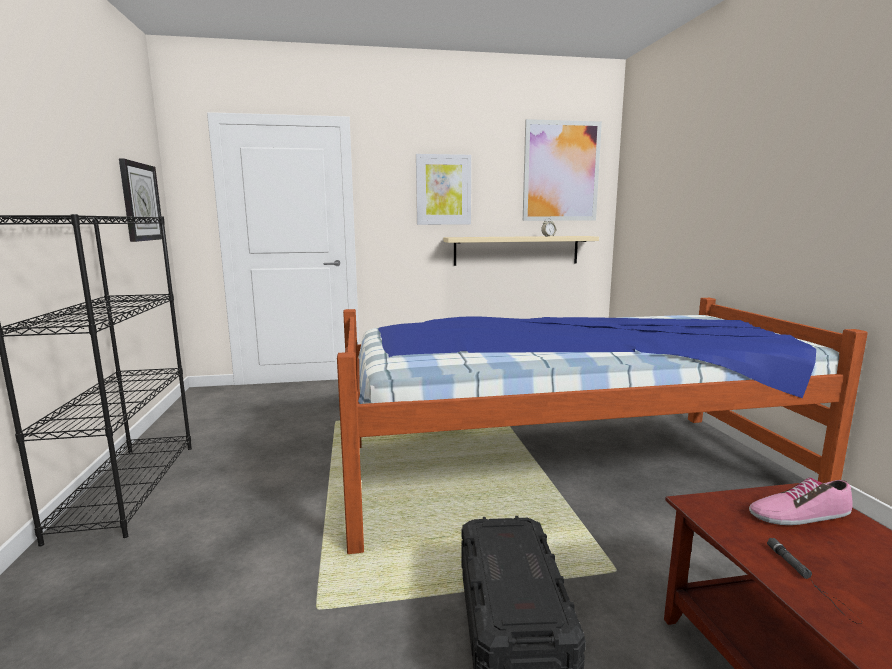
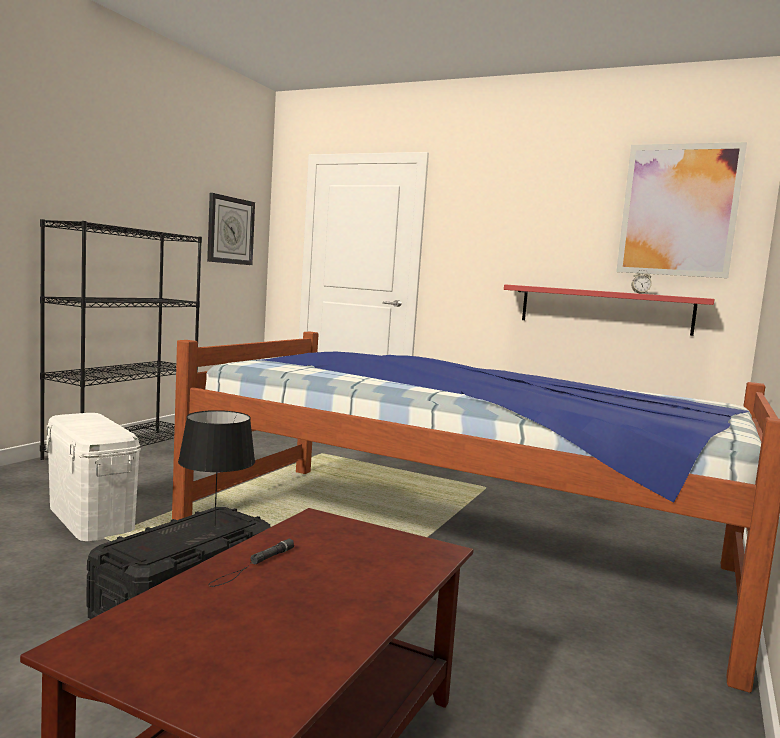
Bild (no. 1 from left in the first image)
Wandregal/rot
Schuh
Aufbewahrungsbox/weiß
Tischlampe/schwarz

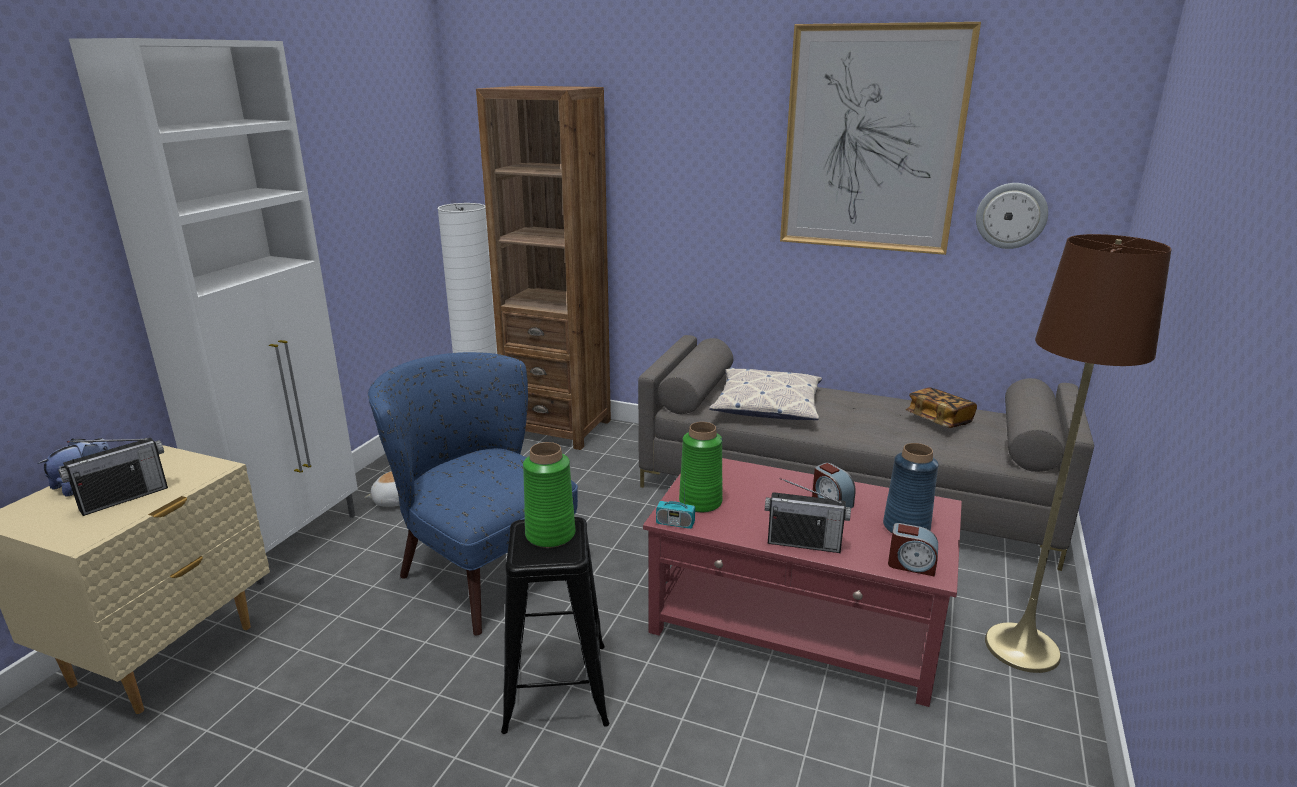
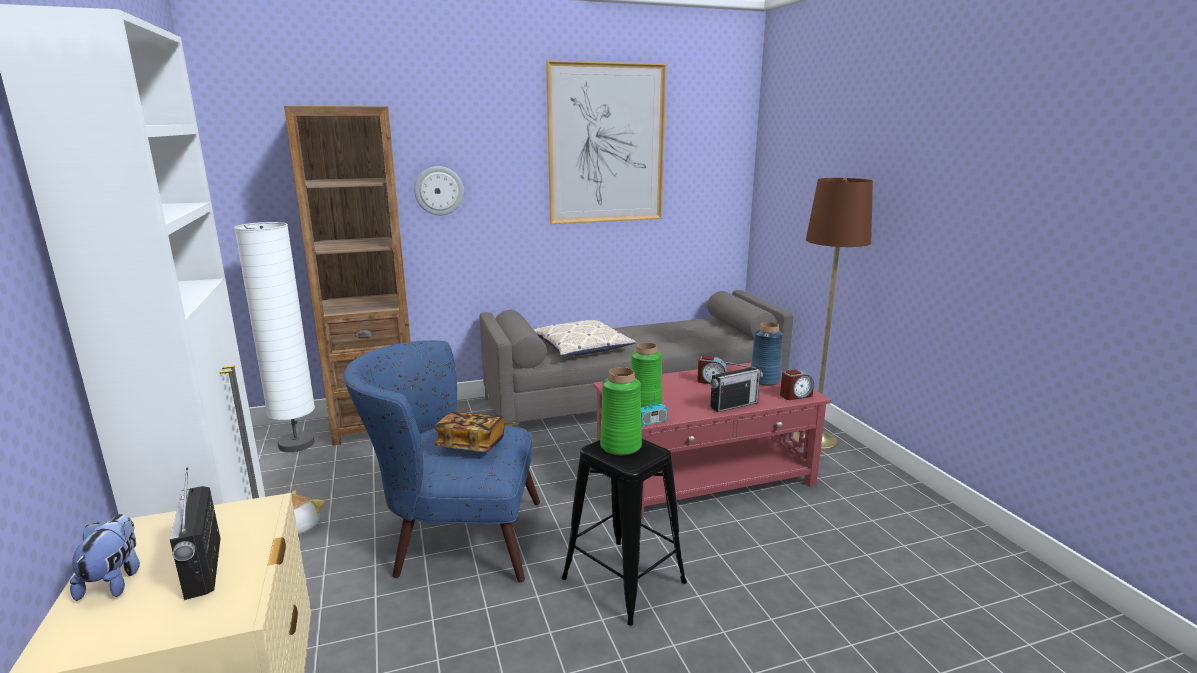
Radio (no. 1 from left)
Buch
Wanduhr

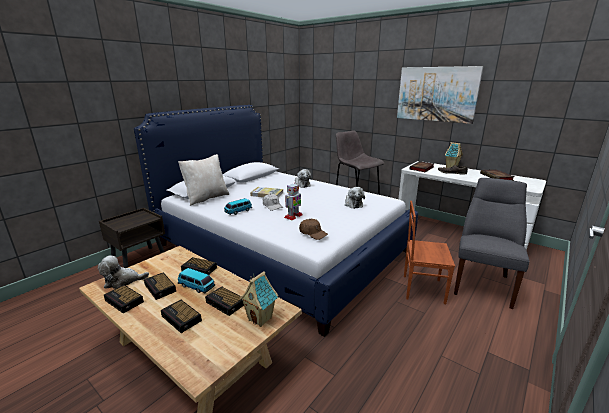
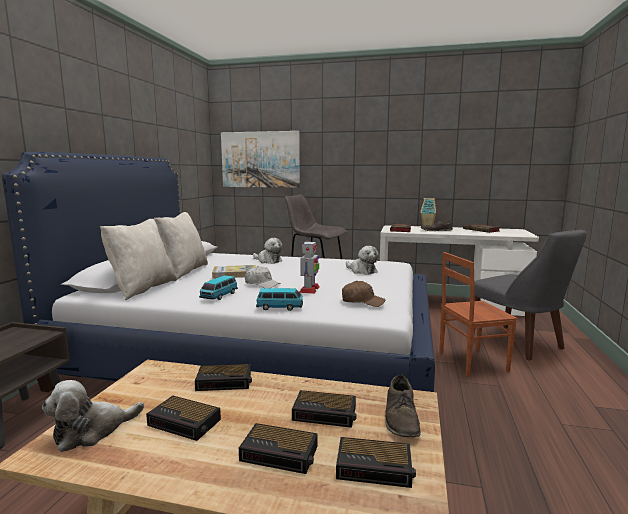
Wecker (no. 5 from left)
Spielzeugauto (no. 2 from left)
Schuh/braun (no. 1 from left)
Bild
Stuhl/grau
Kissen/beige (no. 2 from left)

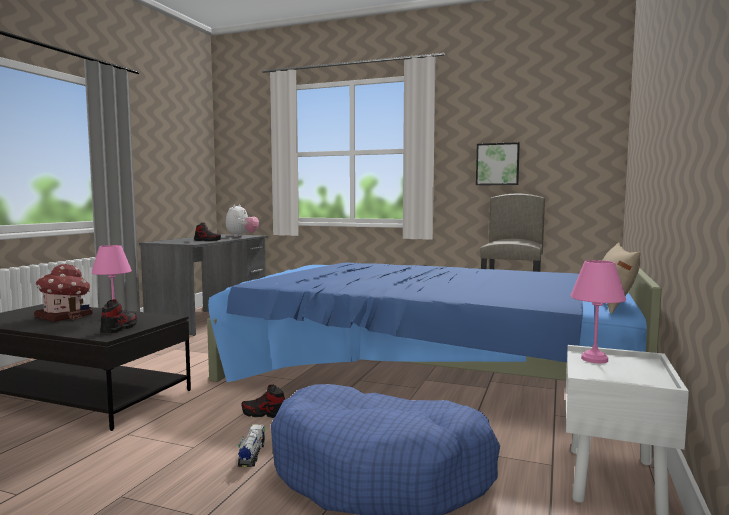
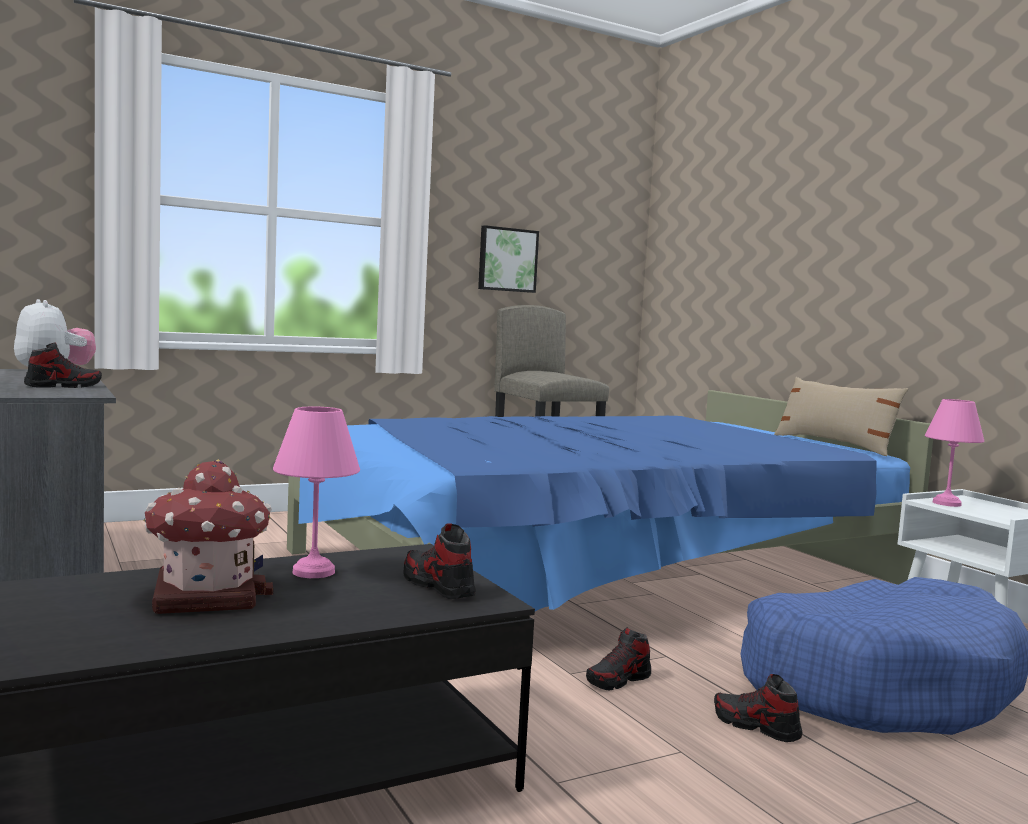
Schuh (no. 4 from left)

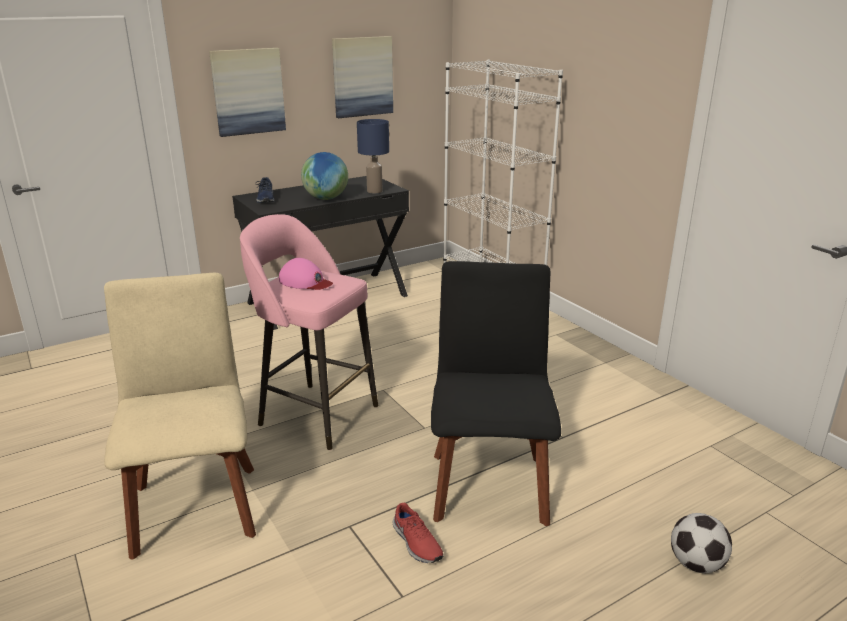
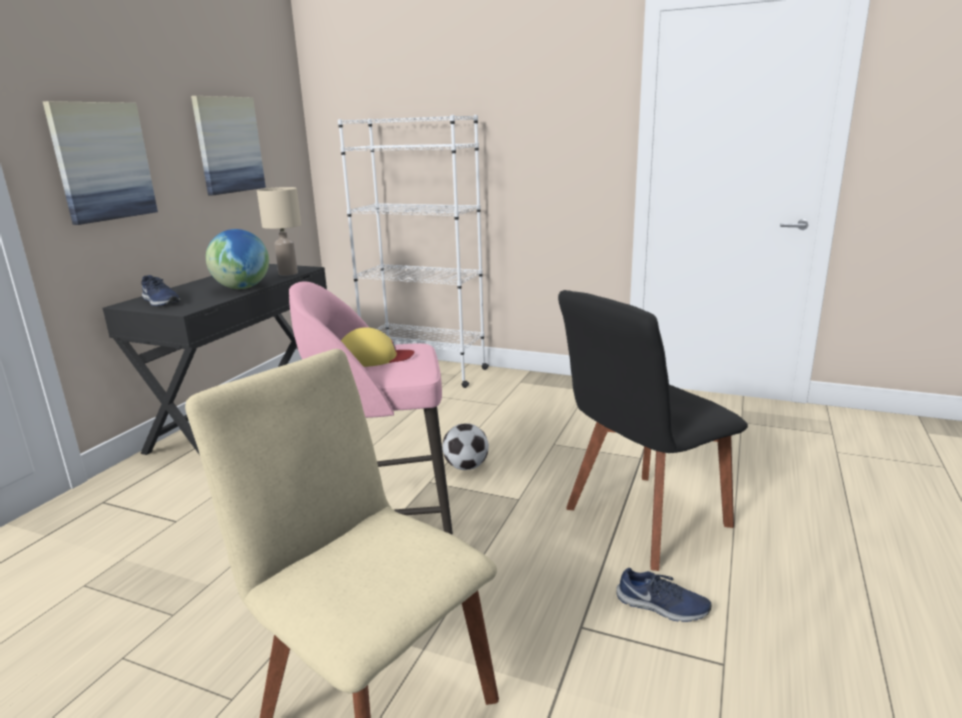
Kappe/gelb
Tischlampe/beige
Schuh/blau (no. 2 from left)
Stuhl/schwarz
Fußball

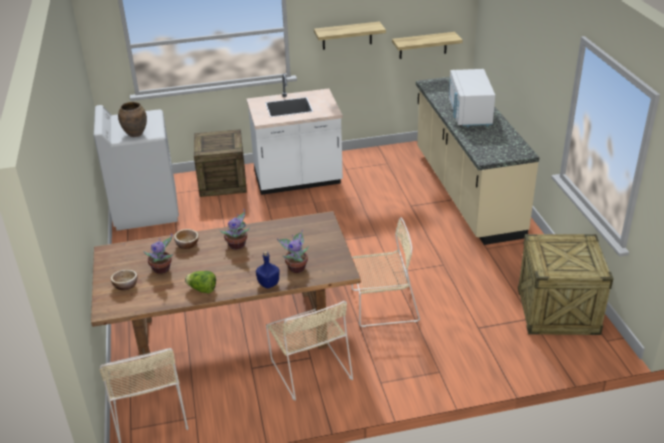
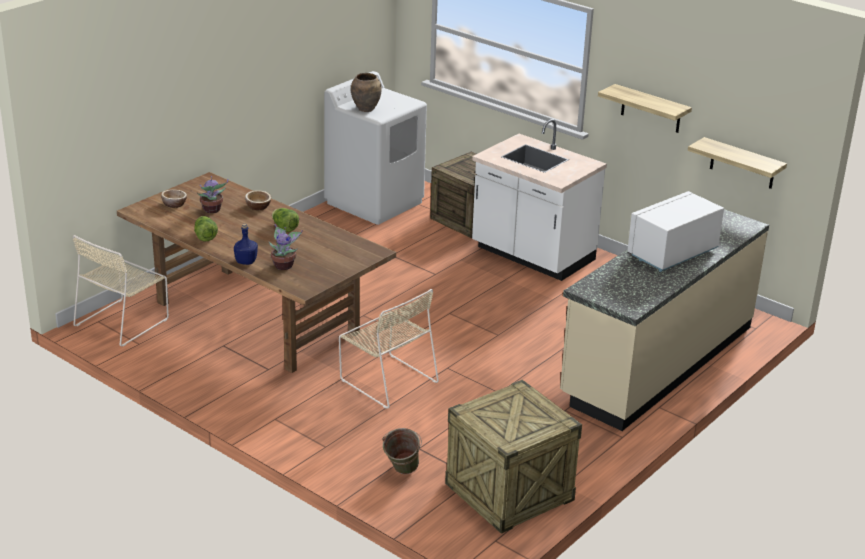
Salatkopf (no. 2 from left)
Stuhl/beige (no. 2 from left in the first image)
Eimer/grün

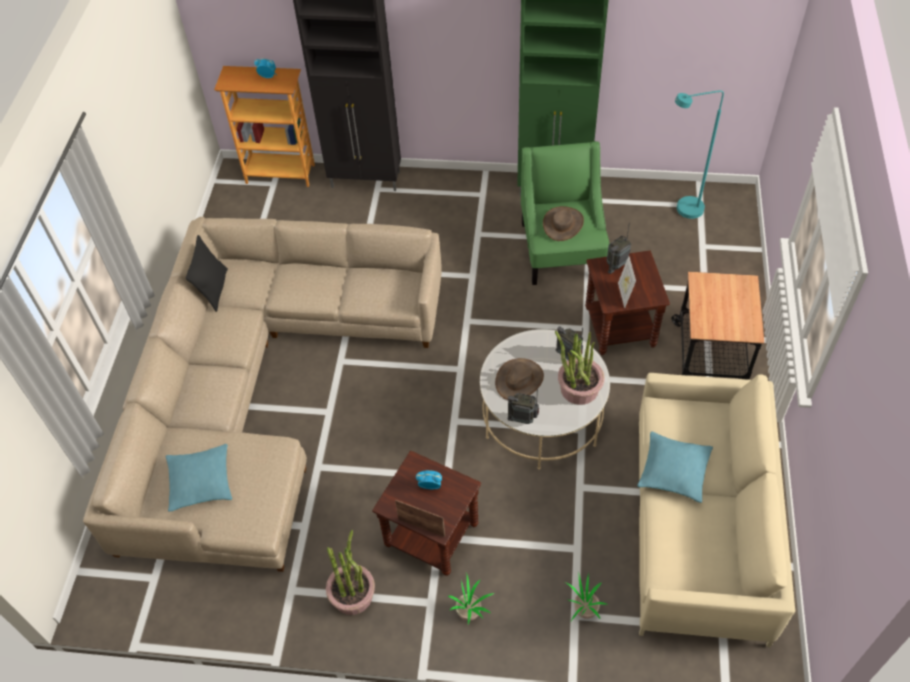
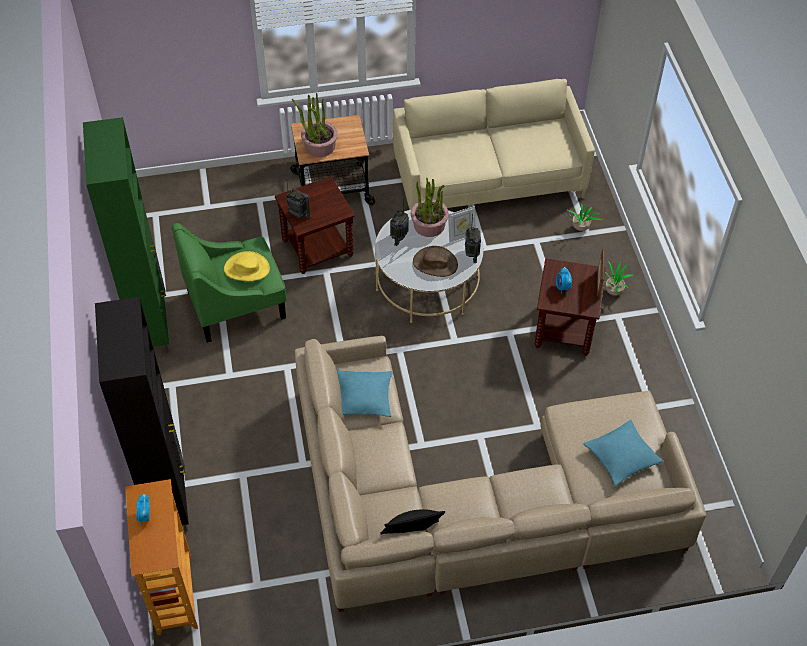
Topfpflanze (no. 1 from left)
Hut/gelb
Bilderrahmen (no. 1 from left)
Kissen/türkis (no. 1 from left)
Stehlampe/türkis

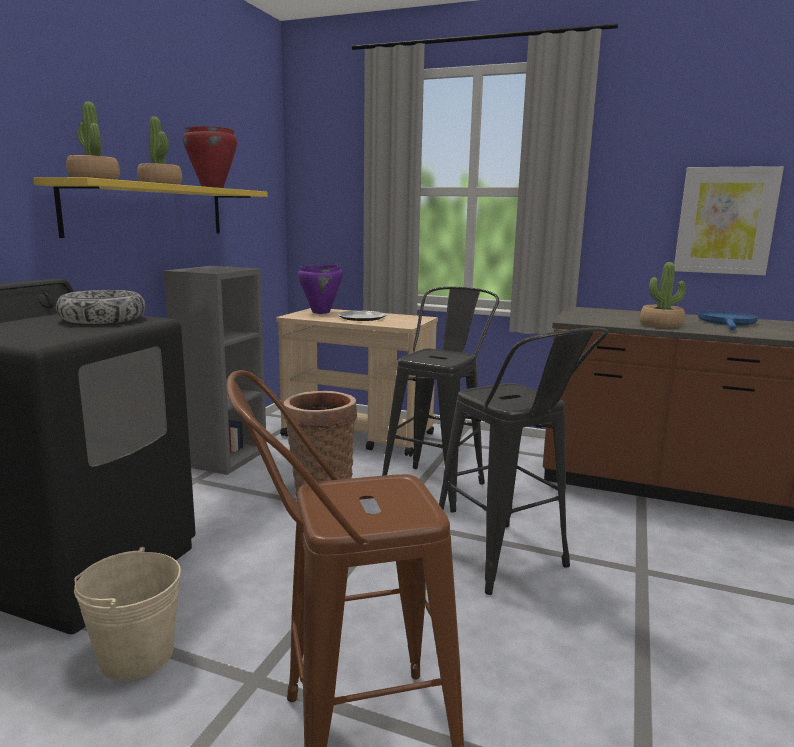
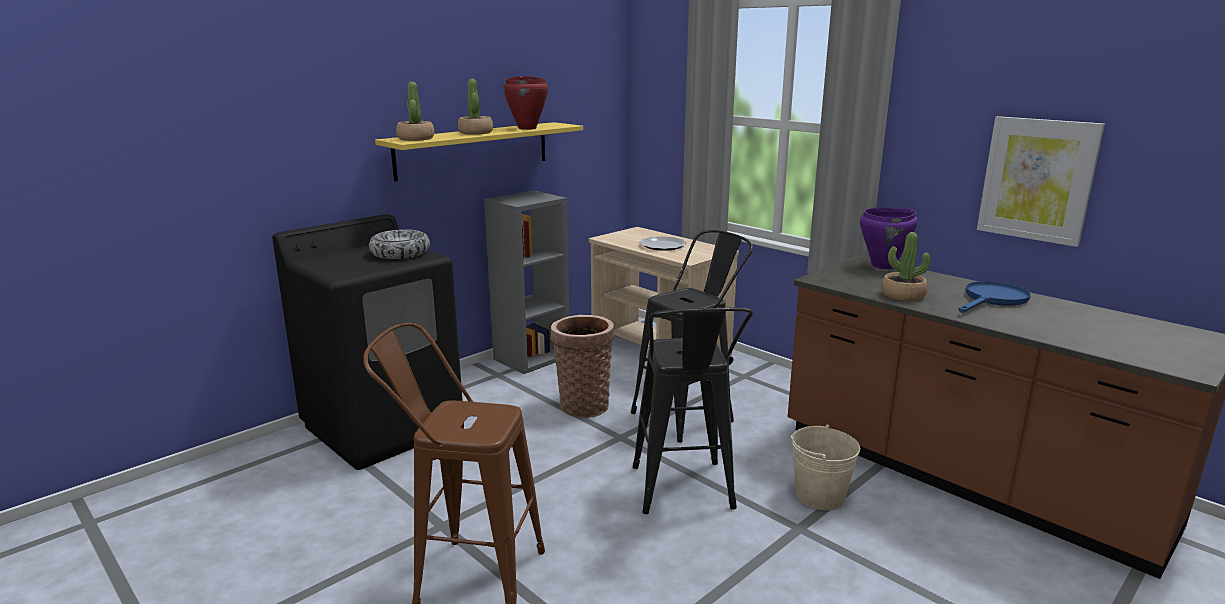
Eimer/beige
Kochtopf/lila

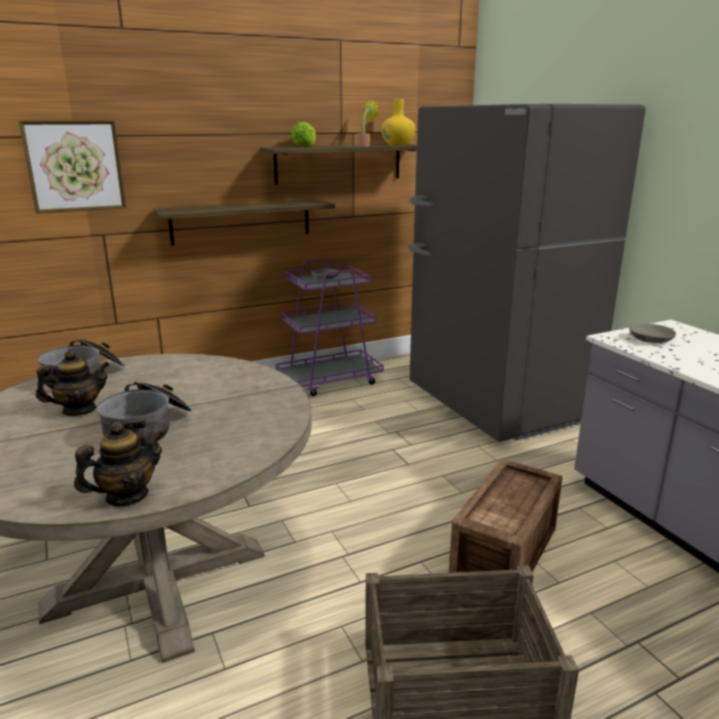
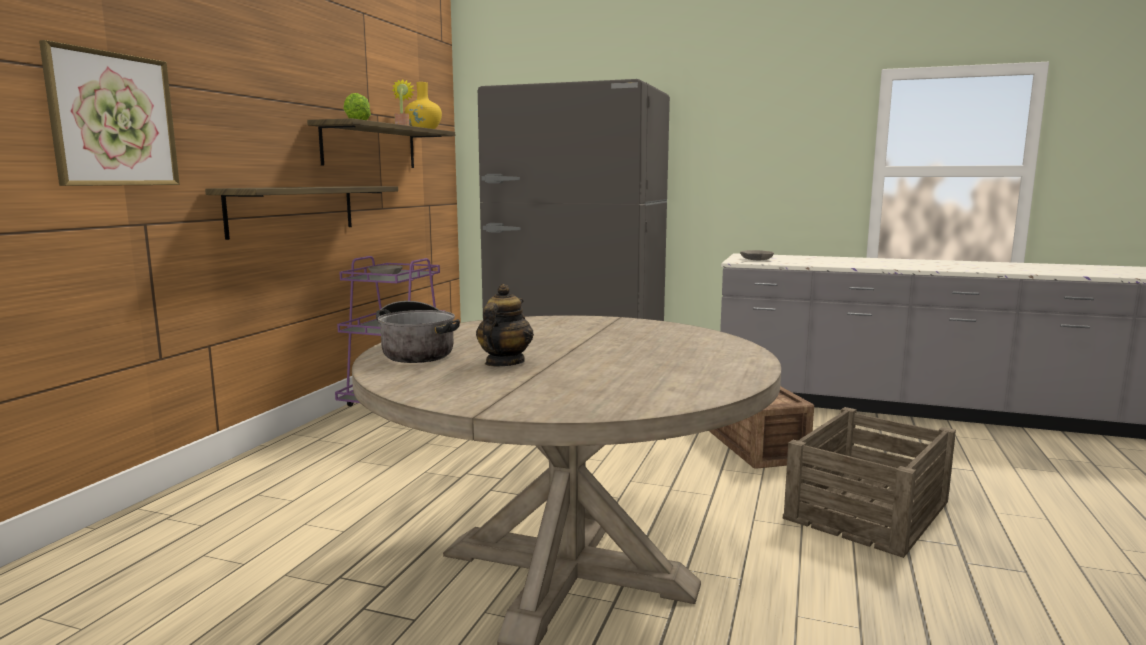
Teekanne (no. 2 from left in the first image)
Kochtopf (no. 2 from left in the first image)

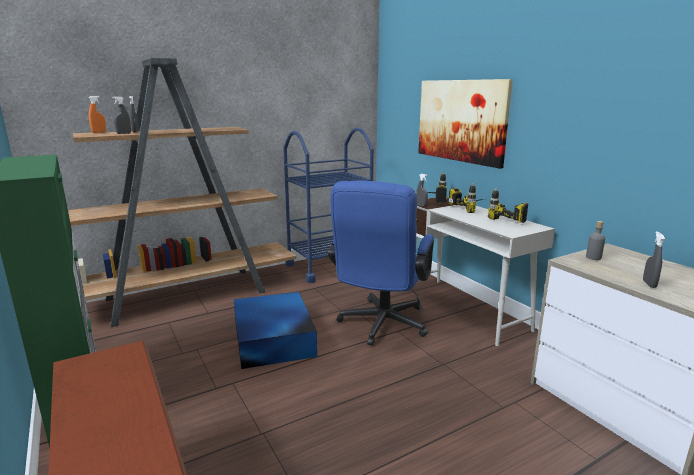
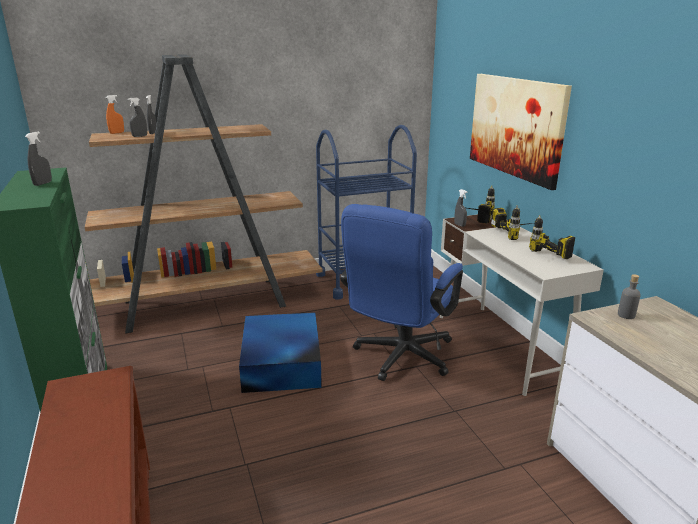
Sprühflasche/grau (no. 1 from left)

